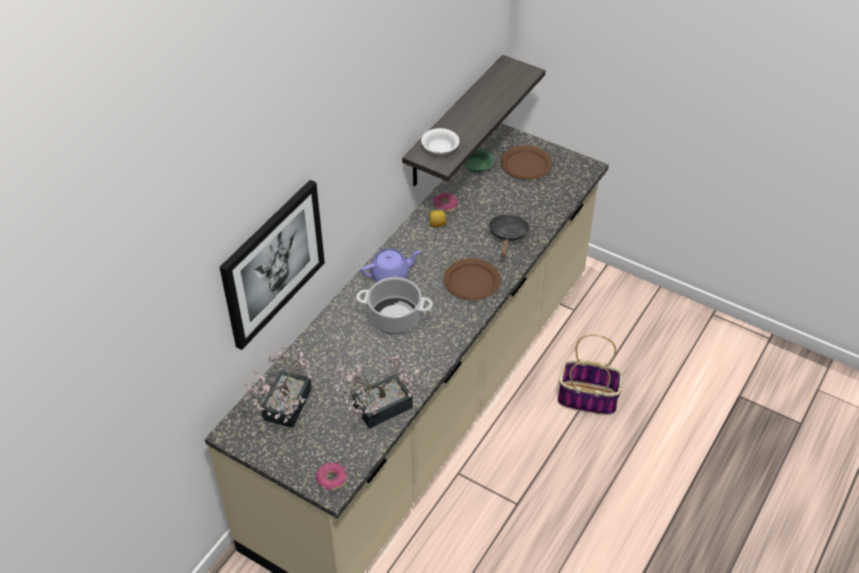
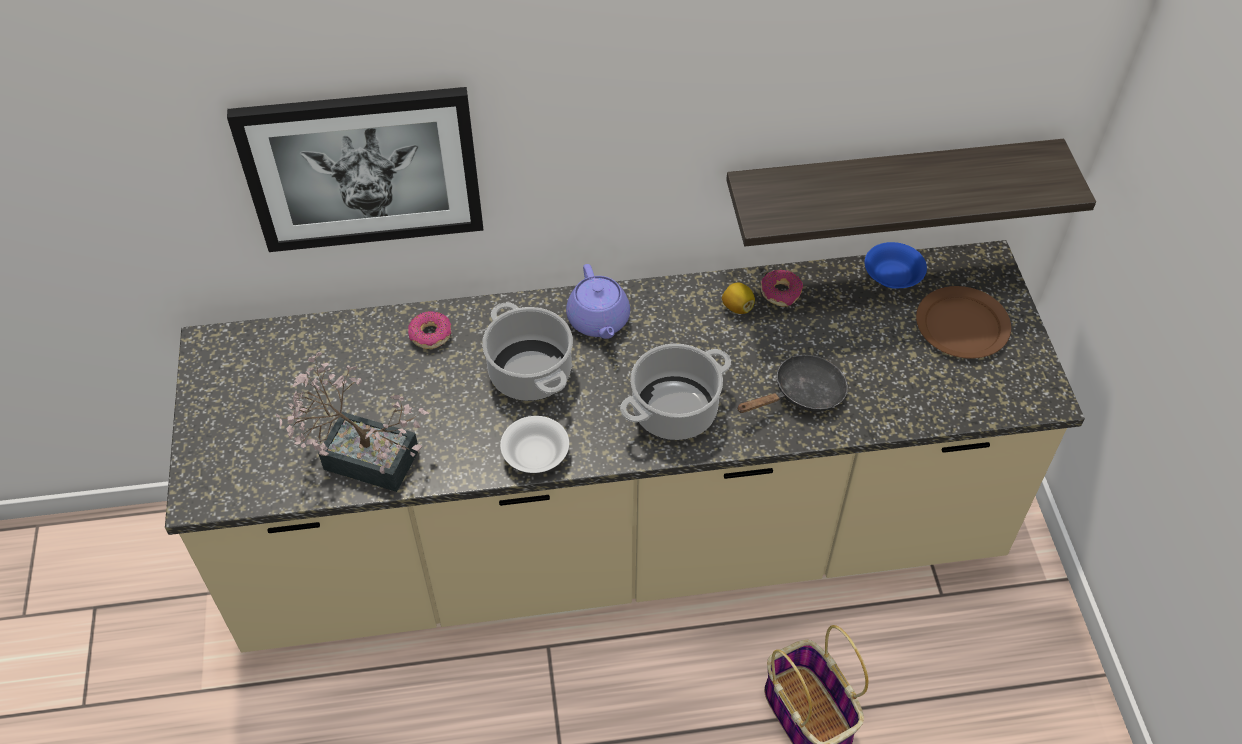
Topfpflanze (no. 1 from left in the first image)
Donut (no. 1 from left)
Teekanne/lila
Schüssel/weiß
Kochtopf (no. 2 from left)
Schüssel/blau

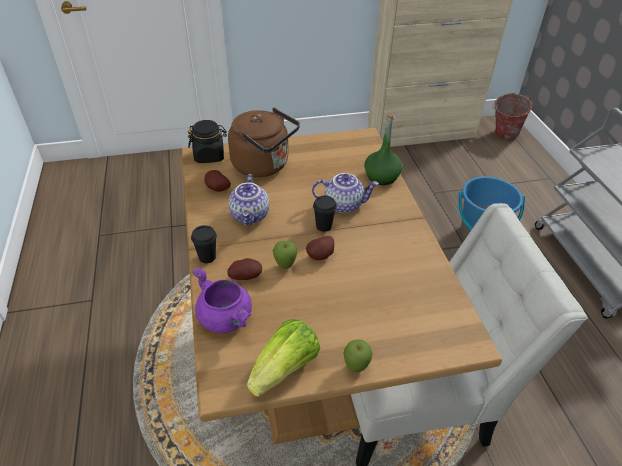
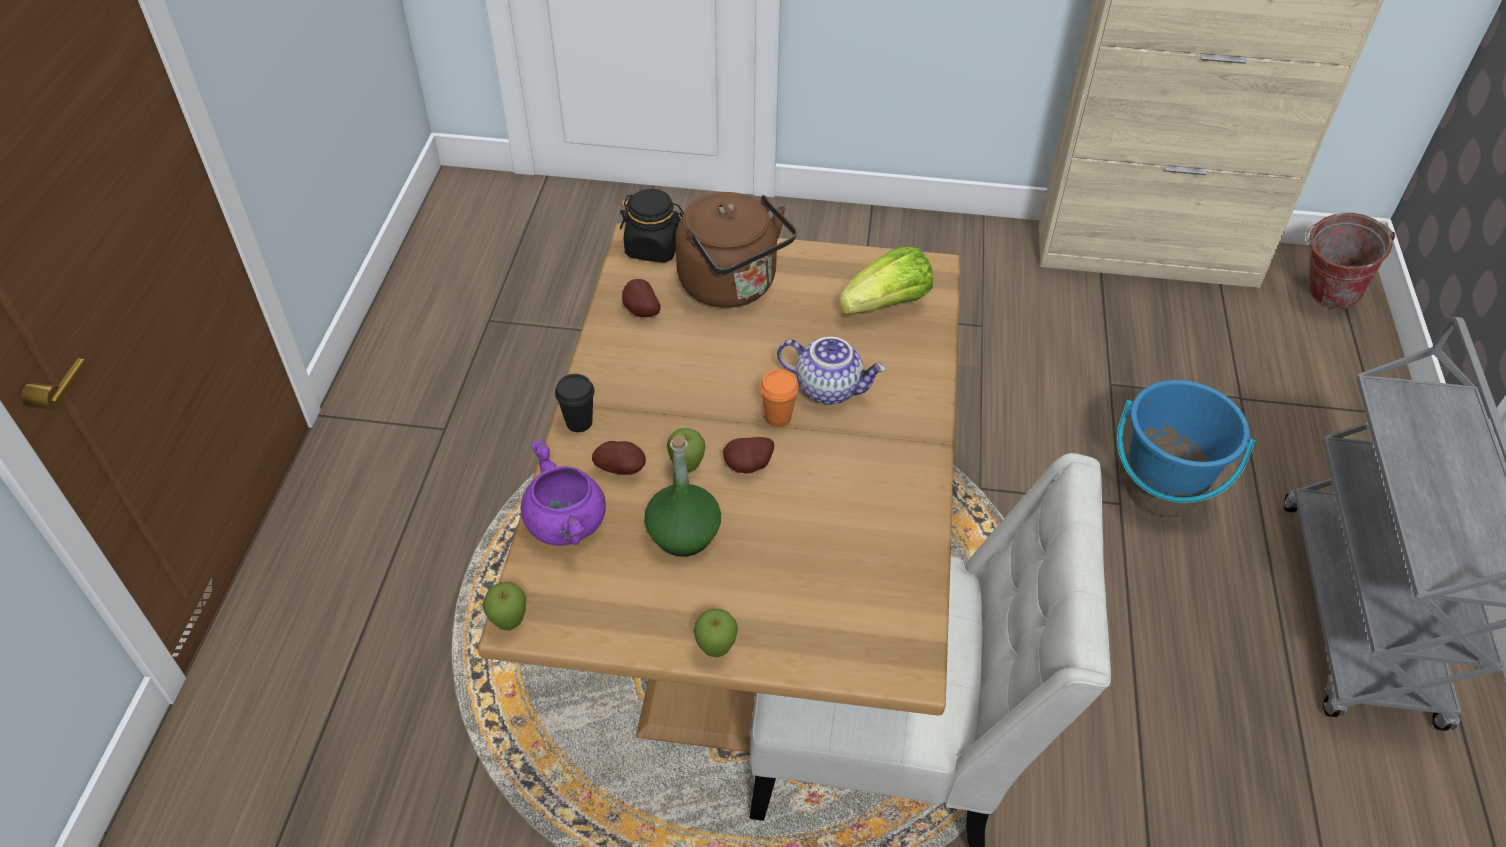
Teekanne (no. 1 from left in the first image)
Salatkopf
Tasse/orange
Flasche/grün
Apfel (no. 1 from left)

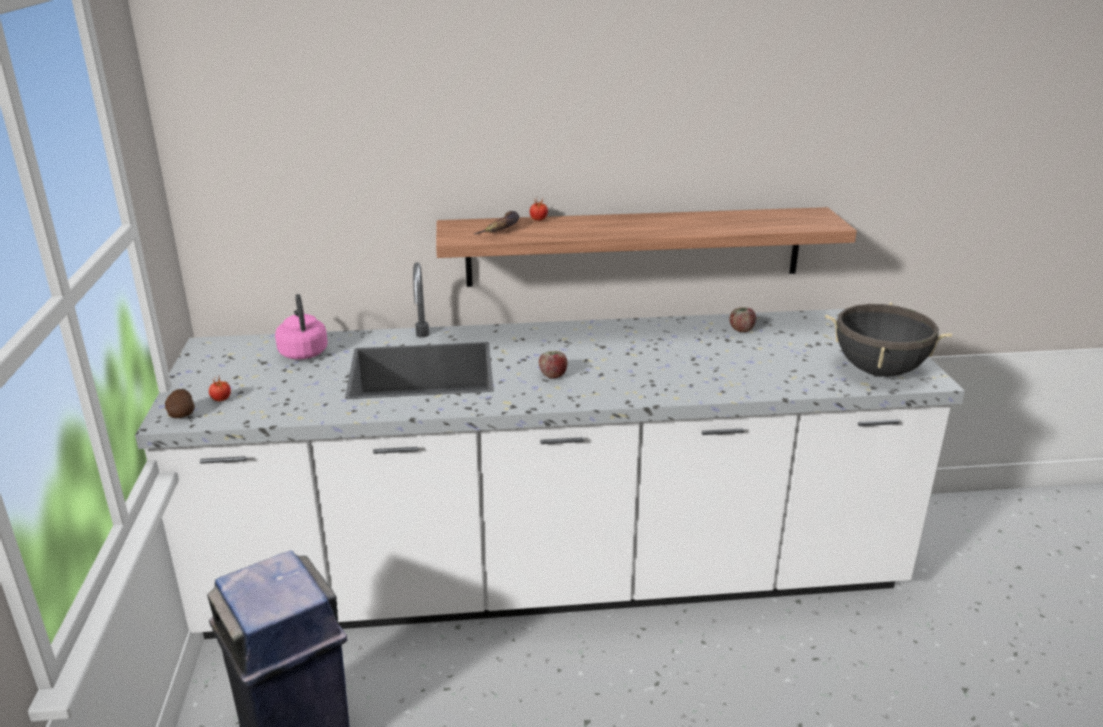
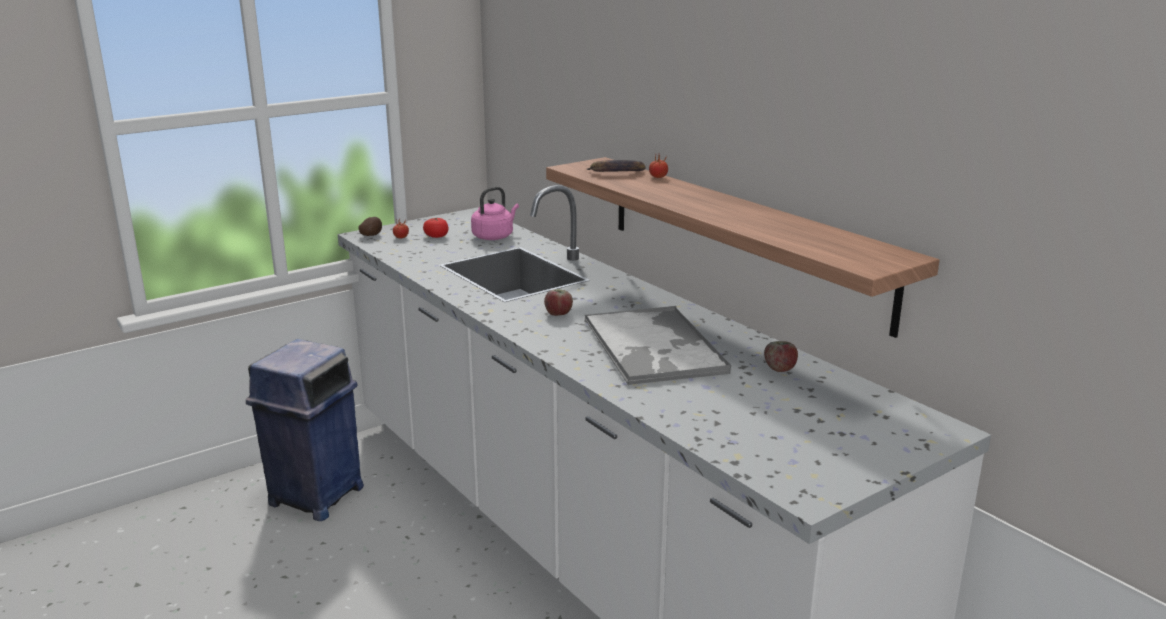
Kochtopf/schwarz
Tomate (no. 2 from left)
Tablett

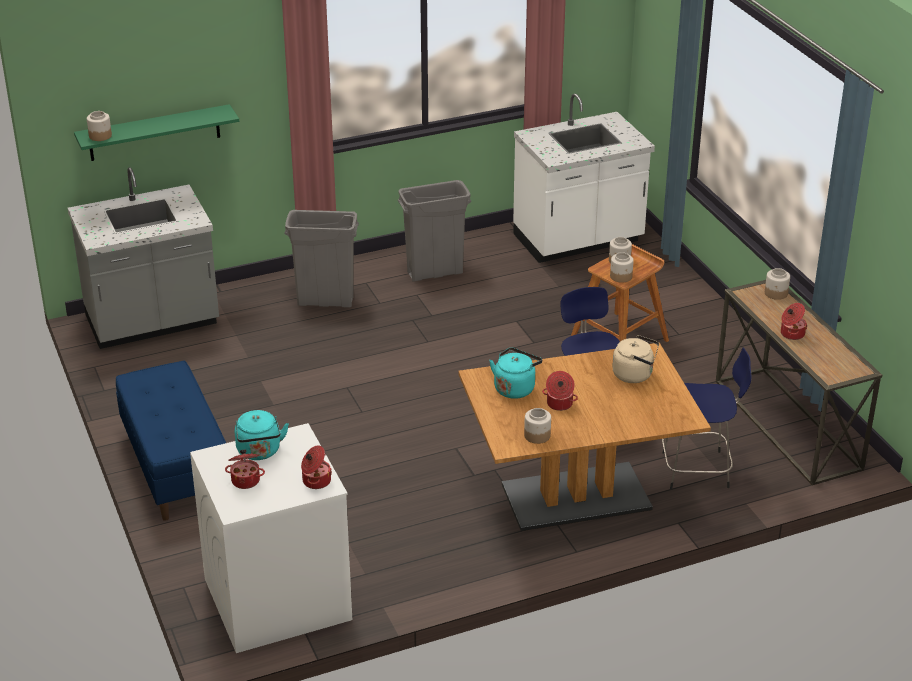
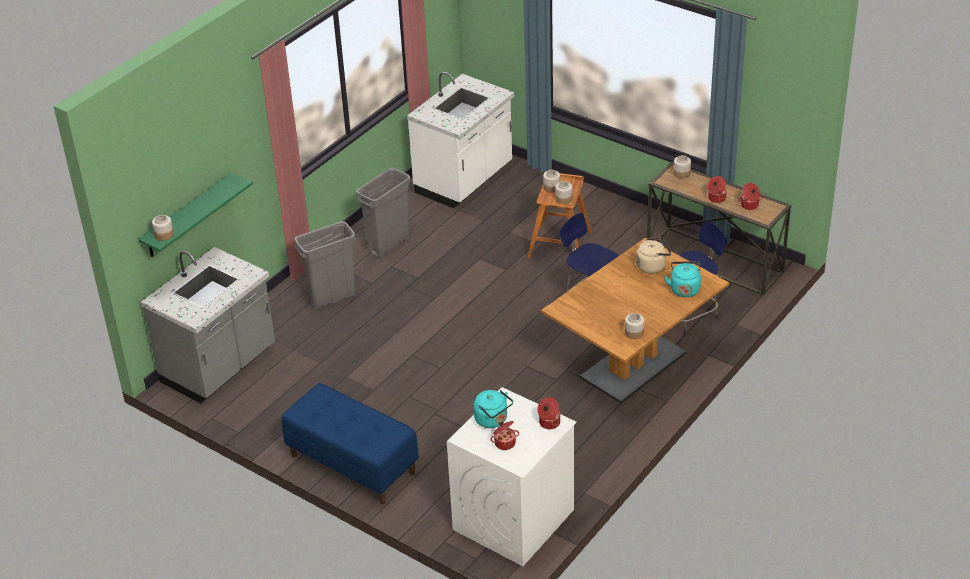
Wasserkessel/türkis (no. 2 from left)
Kochtopf (no. 4 from left)

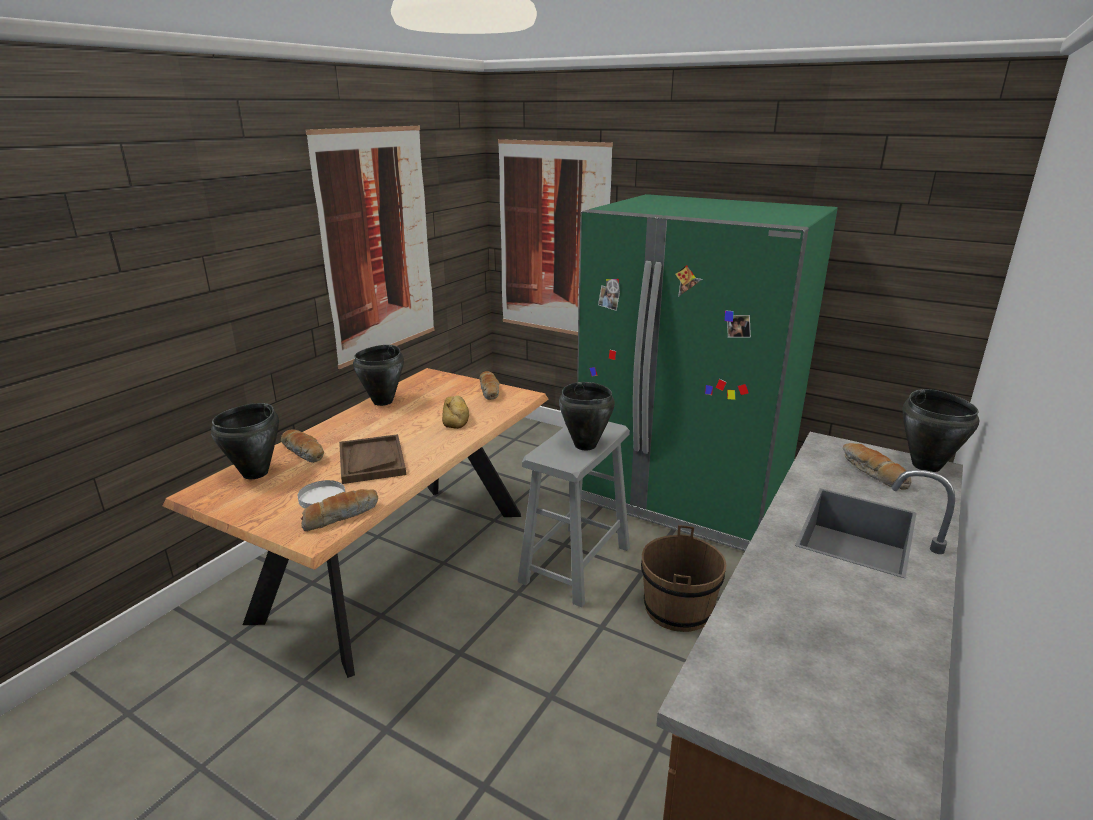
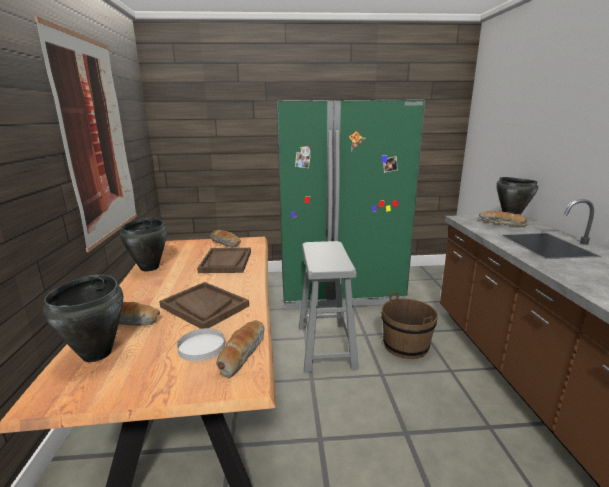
Tablett/braun (no. 2 from left)
Bild (no. 2 from left in the first image)
Kochtopf/schwarz (no. 3 from left in the first image)

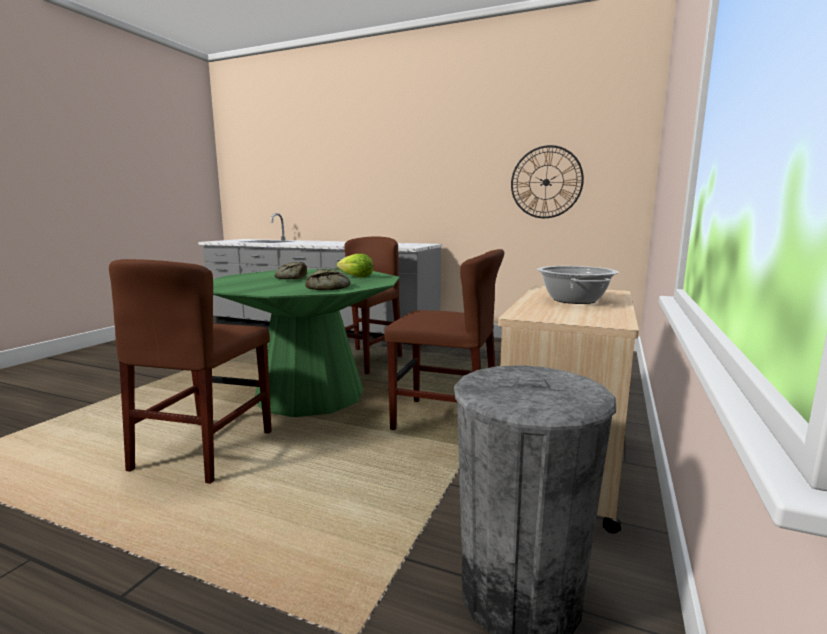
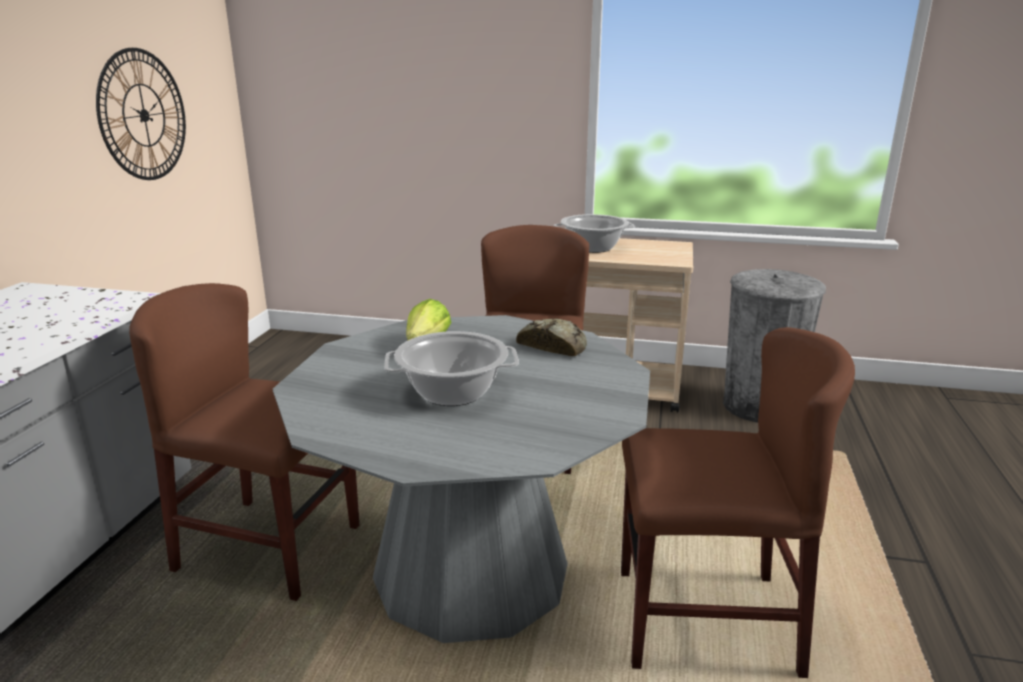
Esstisch/grau
Kochtopf (no. 1 from left)

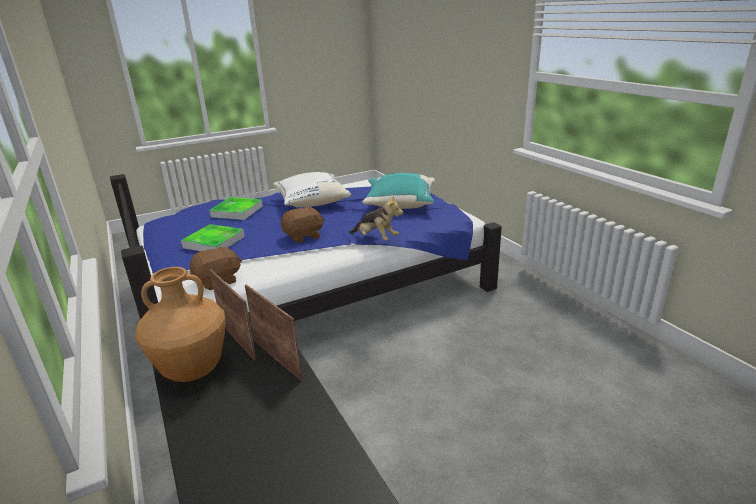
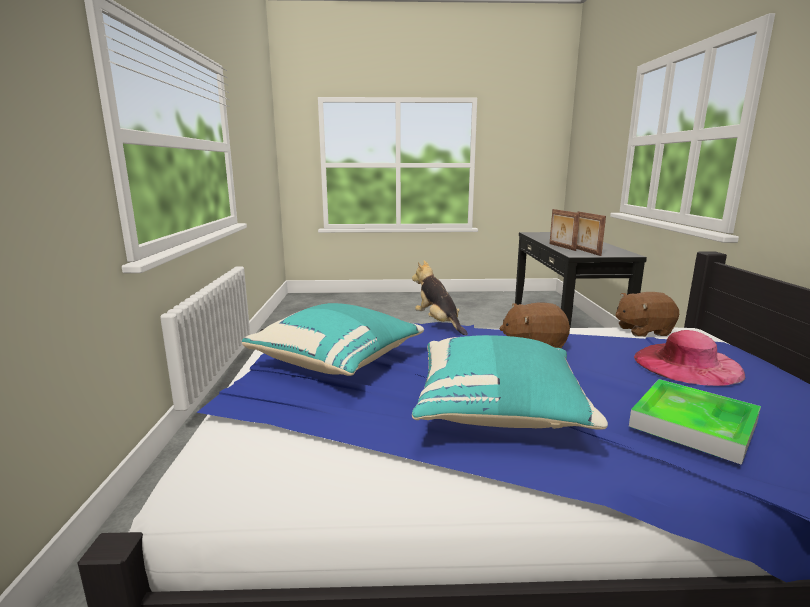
Vase/braun
Hut/rosa
Kissen/türkis (no. 2 from left)

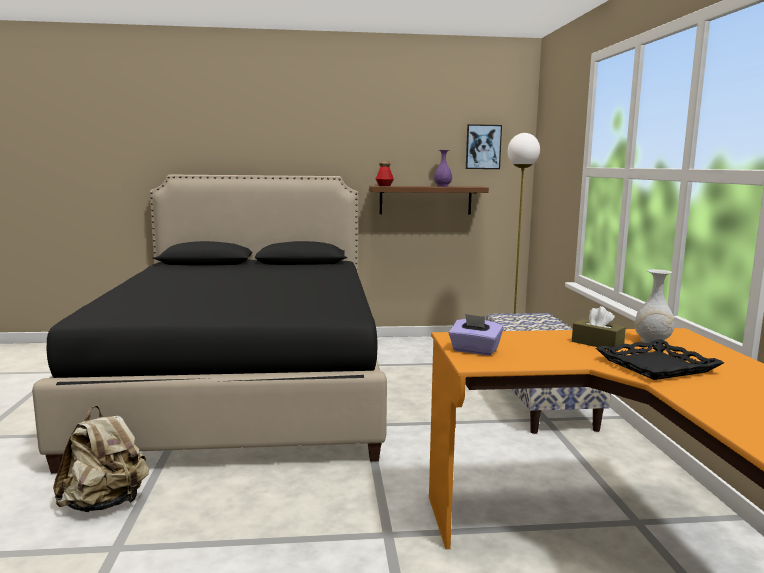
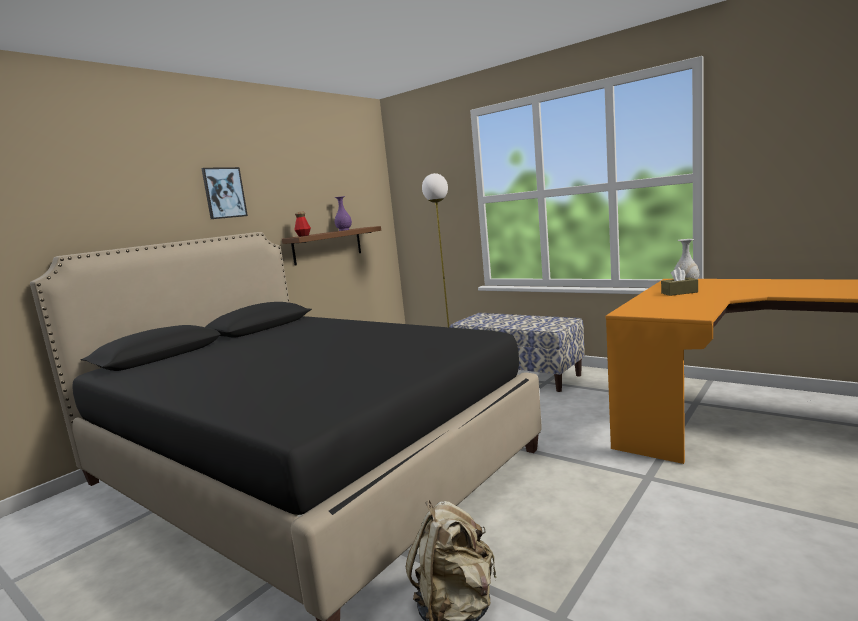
Taschentuchbox/lila
Bild
Tablett/schwarz

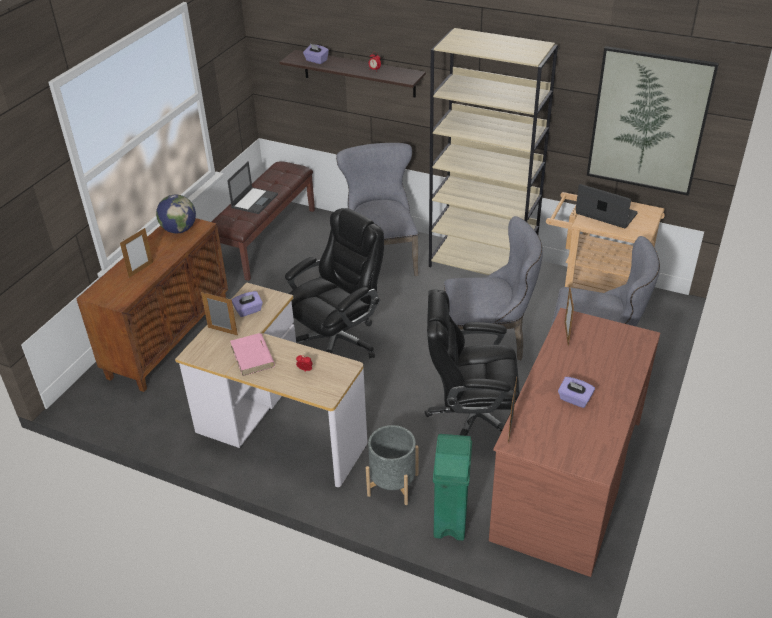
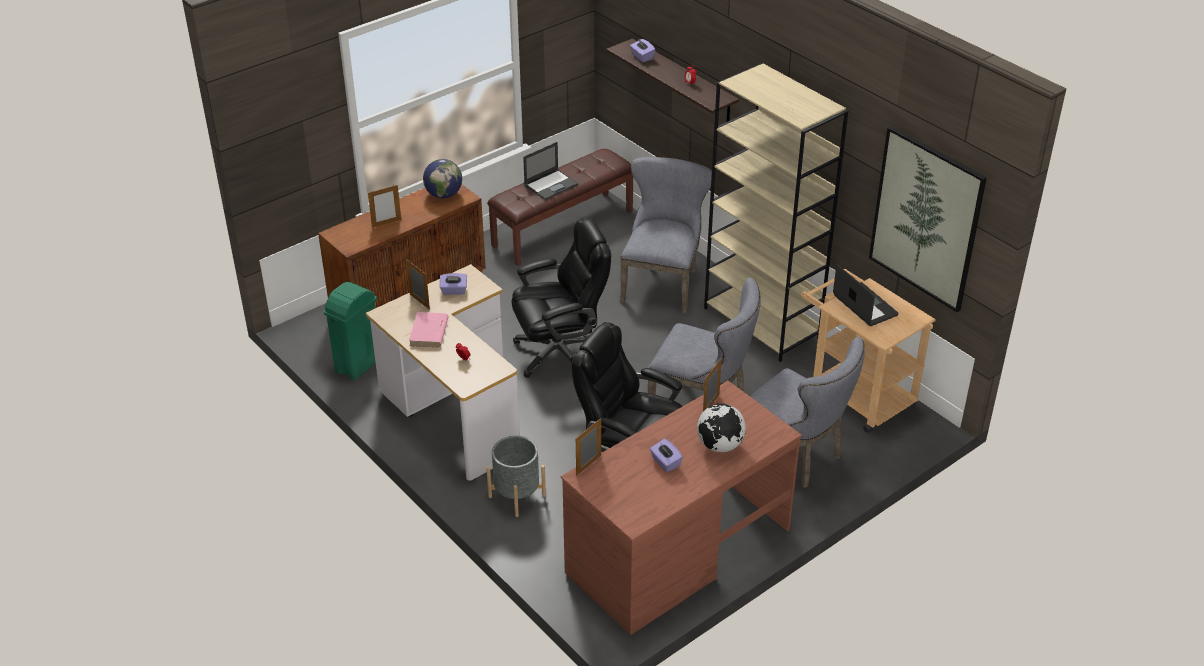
Mülleimer/grün
Globus (no. 2 from left)

